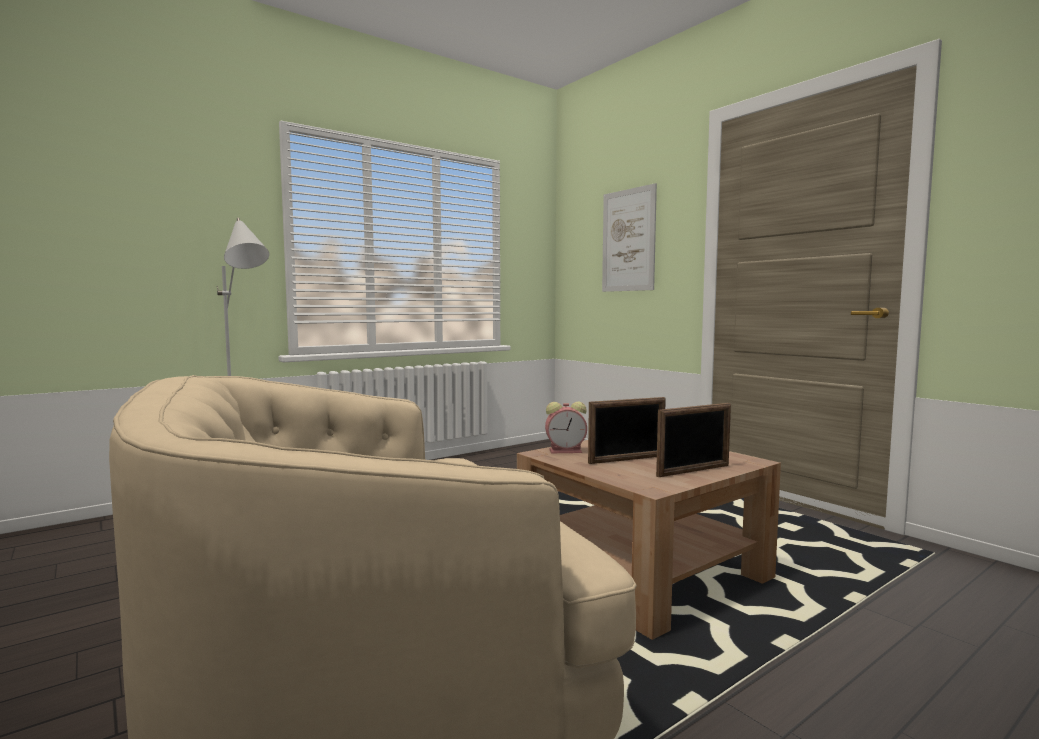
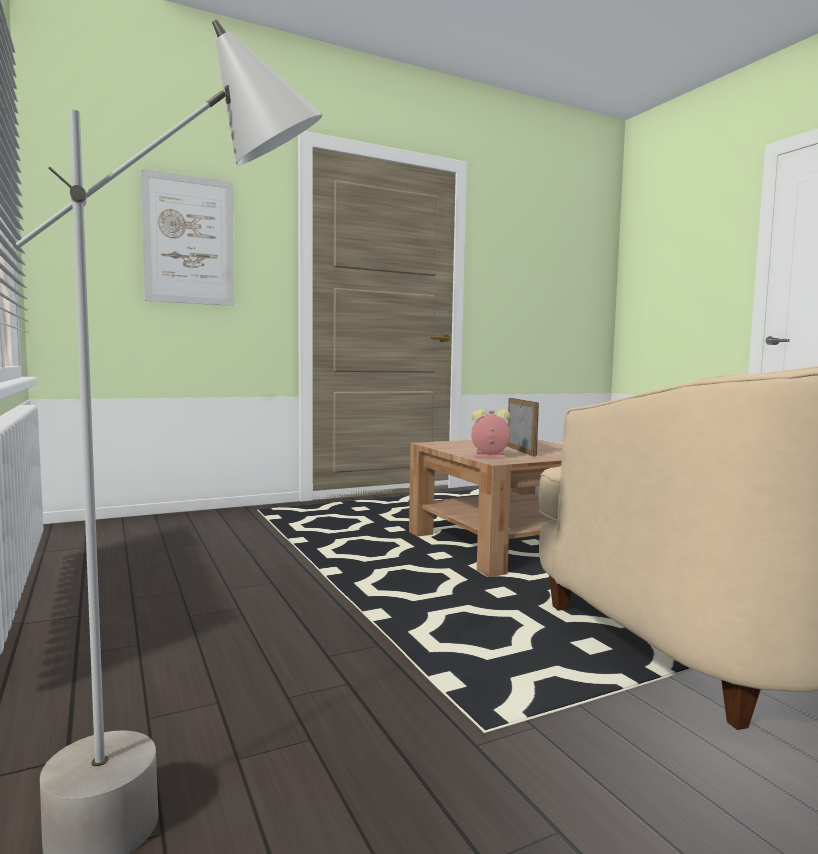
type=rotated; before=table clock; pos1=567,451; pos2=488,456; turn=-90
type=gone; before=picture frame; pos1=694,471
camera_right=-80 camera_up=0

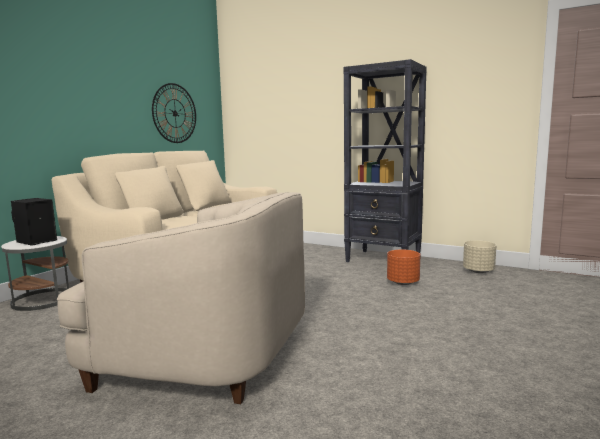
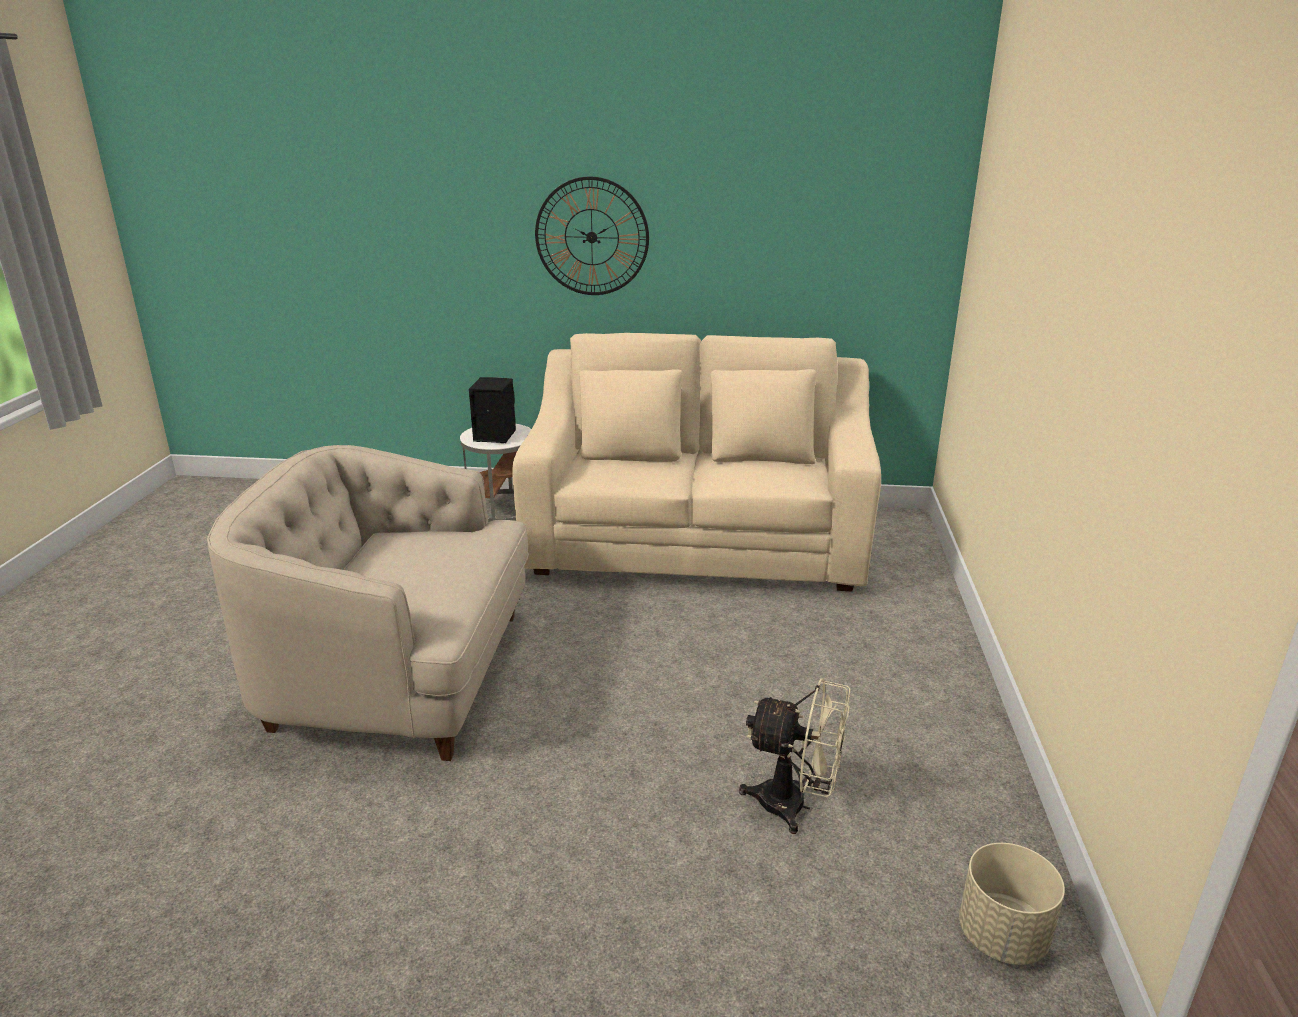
type=rotated; before=beige-coloured easy chair; pos1=207,351; pos2=399,676; turn=105
type=shifted; before=hanging clock; pos1=175,113; pos2=591,237
type=gone; before=black bookshelf; pos1=383,260
type=swapped; before=orange plant pot; after=beige-coloured cooling fan; pos1=402,282; pos2=795,805
camera_right=65 camera_up=15

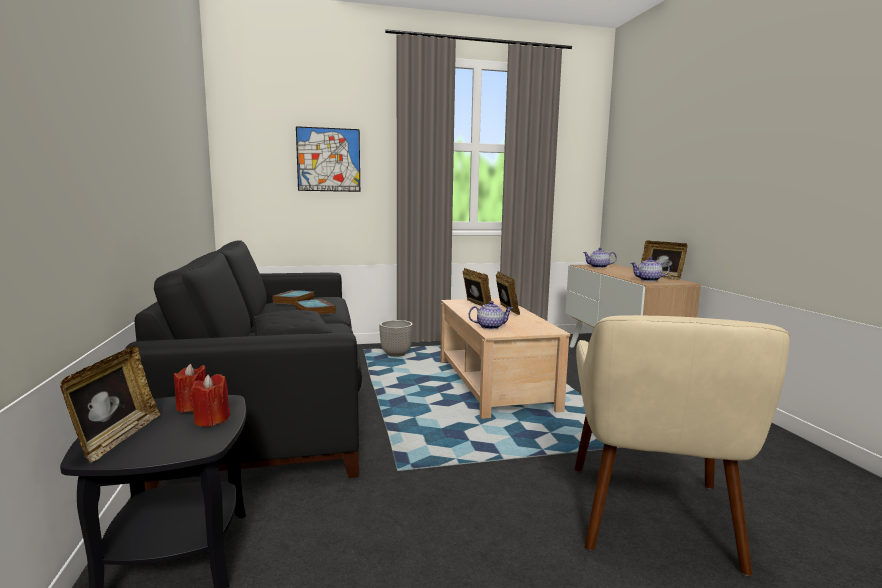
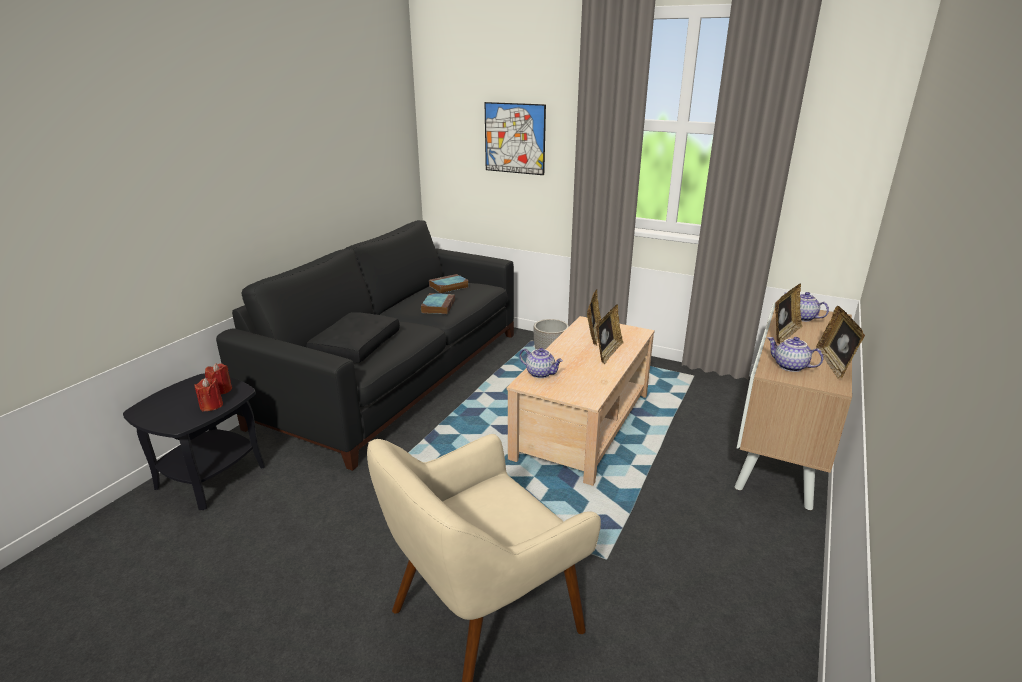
type=shifted; before=picture frame; pos1=116,438; pos2=783,335
camera_right=40 camera_up=15

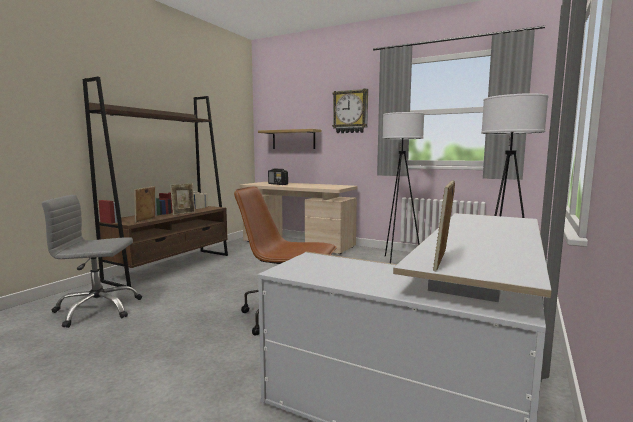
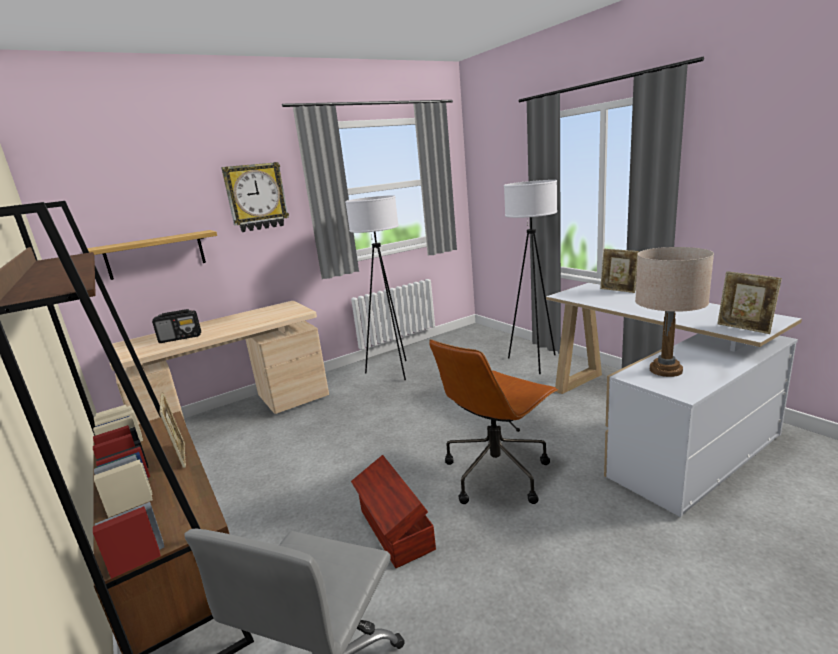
type=shifted; before=picture frame; pos1=146,220; pos2=618,290
type=new; after=brown-coloured storage box; pos2=395,530
type=new; after=beige-coloured tabletop lamp; pos2=665,370
camera_right=-60 camera_up=10

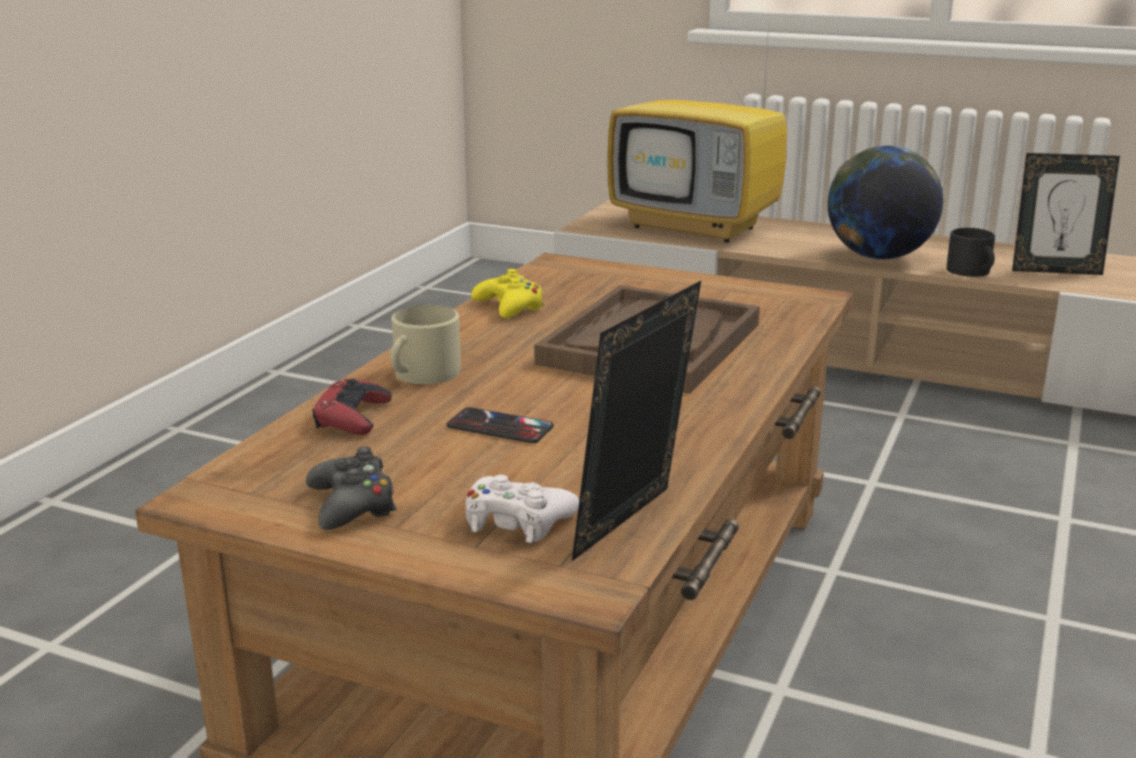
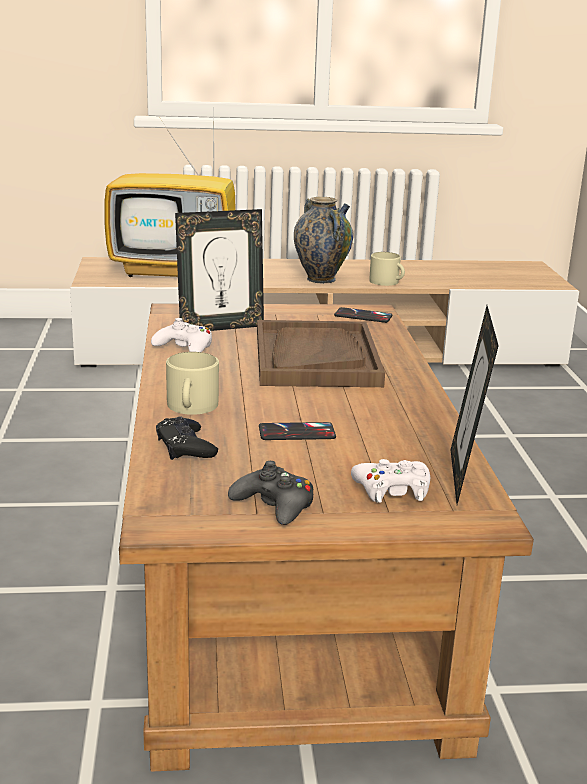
type=repainted; before=reddish gamepad; after=black gamepad; pos1=352,417; pos2=185,446
type=repainted; before=yellowish gamepad; after=white gamepad; pos1=509,307; pos2=184,347
type=swapped; before=world globe; after=vase; pos1=878,257; pos2=321,279
type=repainted; before=black coffee mug; after=beige-coloured coffee mug; pos1=972,272; pos2=387,282
type=shifted; before=picture frame; pos1=1055,270; pos2=220,327
type=new; after=handset; pos2=363,316
camera_right=-30 camera_up=0

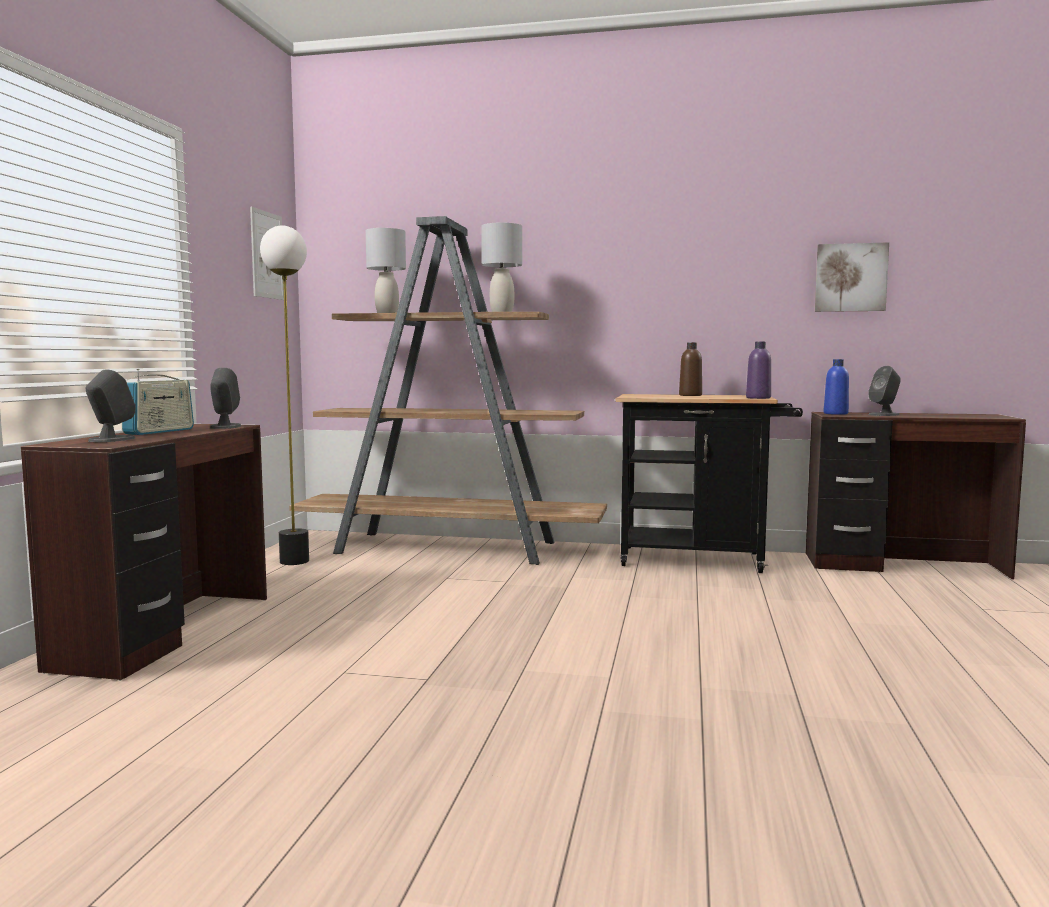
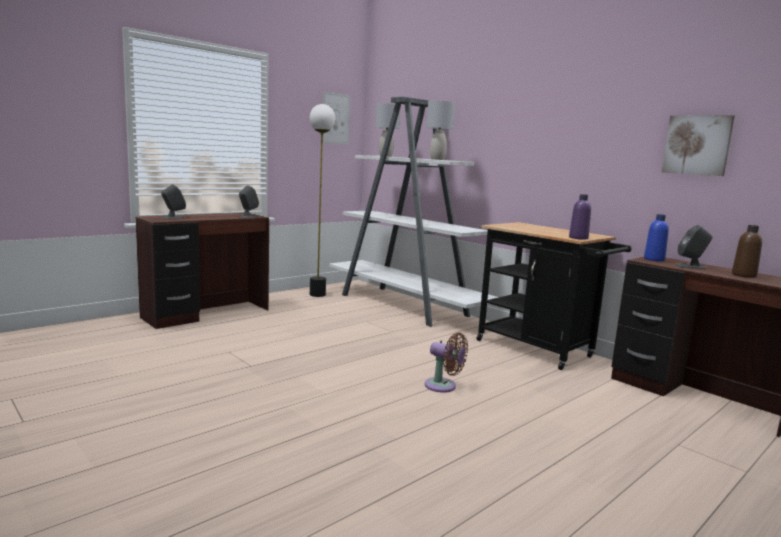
type=gone; before=radio receiver; pos1=159,431
type=repainted; before=brown-coloured bookshelf; after=white bookshelf; pos1=450,548; pos2=405,306
type=shifted; before=brown-coloured beverage bottle; pos1=690,395; pos2=743,275
type=new; after=brown-coloured cooling fan; pos2=443,386
camera_right=35 camera_up=5

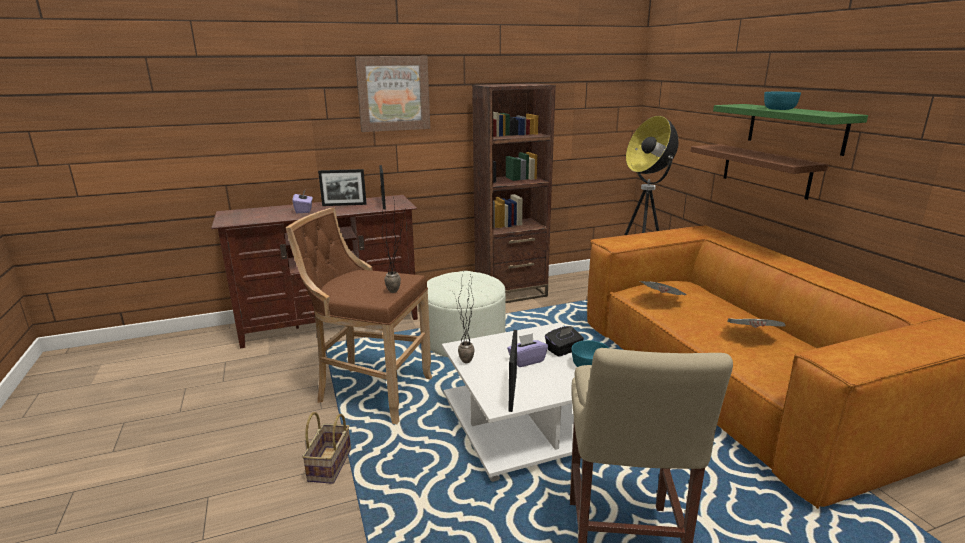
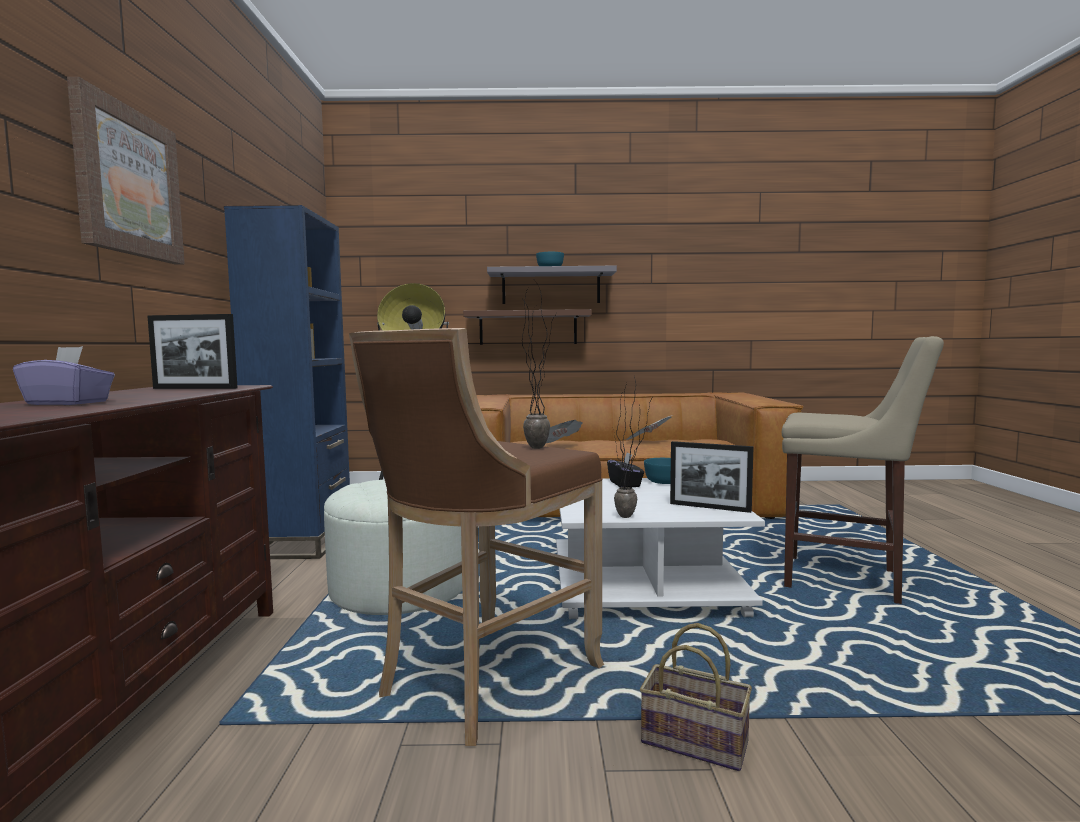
type=gone; before=picture frame; pos1=344,205
type=repainted; before=brown-coloured bookshelf; after=blue-coloured bookshelf; pos1=510,293; pos2=303,542
type=gone; before=purple box of tissues; pos1=527,360
type=repainted; before=greenish bracket shelf; after=greyish bracket shelf; pos1=795,128; pos2=551,287
camera_right=-70 camera_up=-15

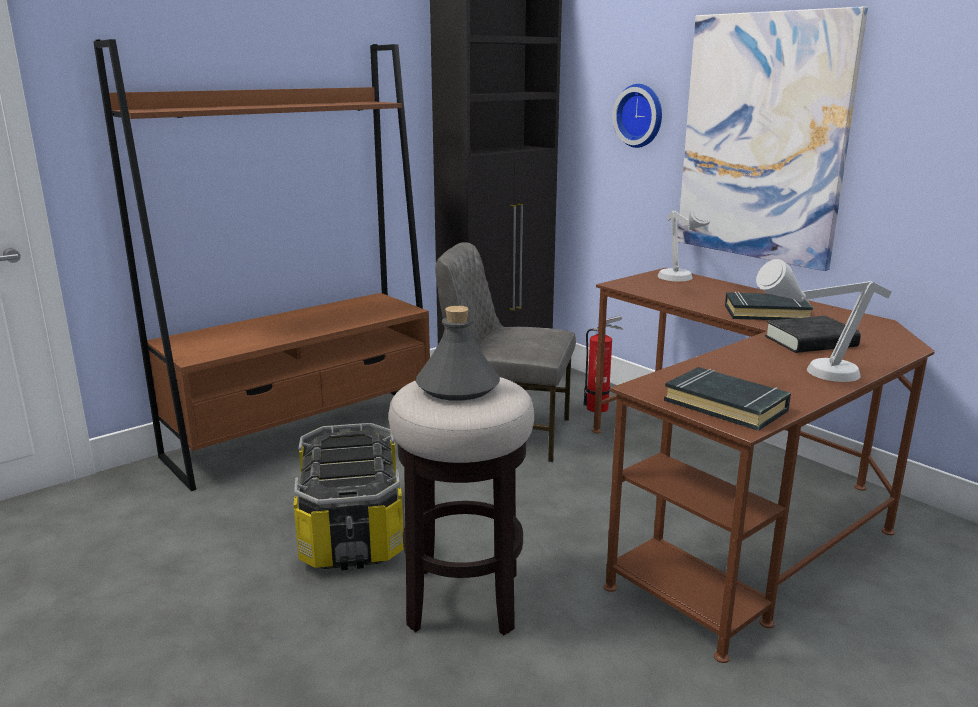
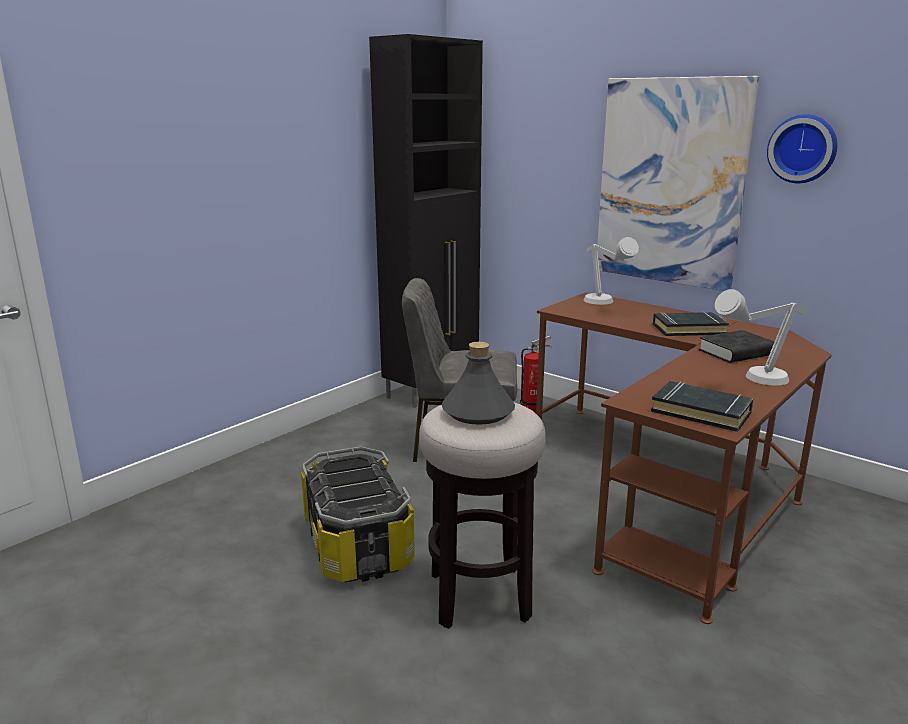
type=gone; before=brown-coloured bookshelf; pos1=304,433
type=shifted; before=hanging clock; pos1=641,115; pos2=803,149
camera_right=-10 camera_up=0

